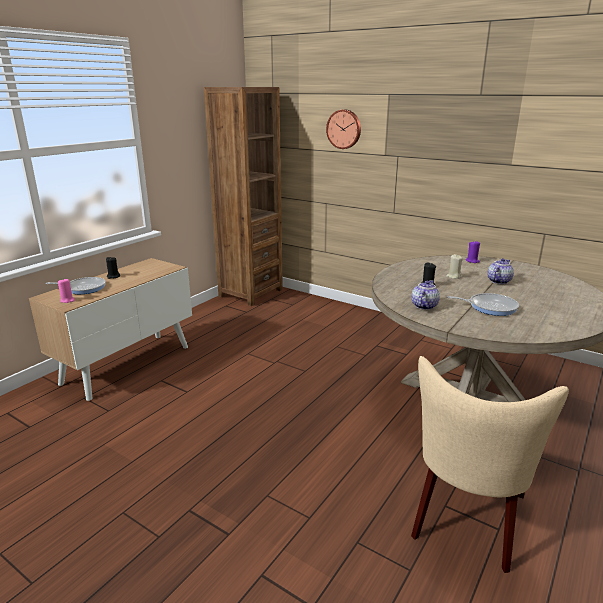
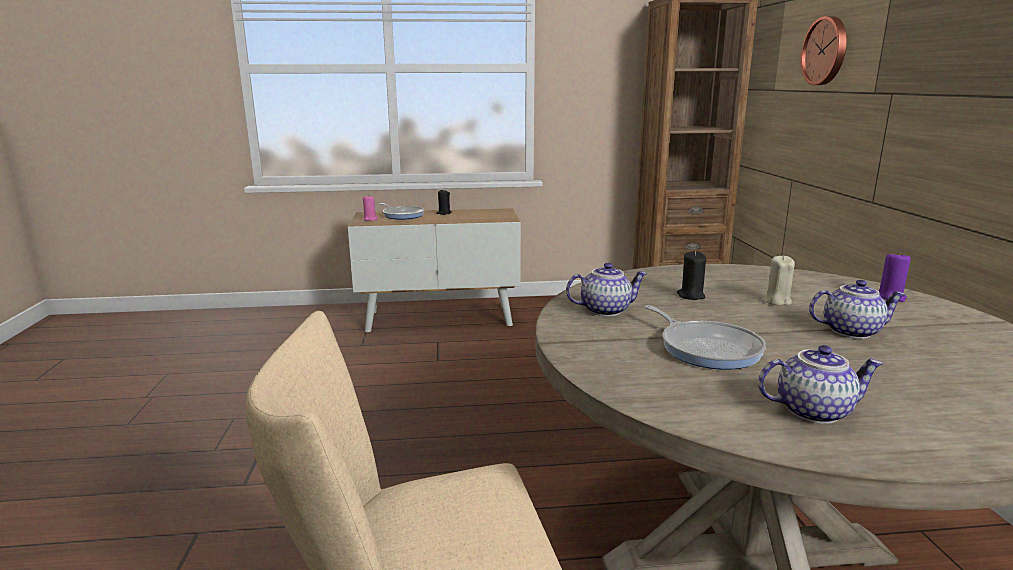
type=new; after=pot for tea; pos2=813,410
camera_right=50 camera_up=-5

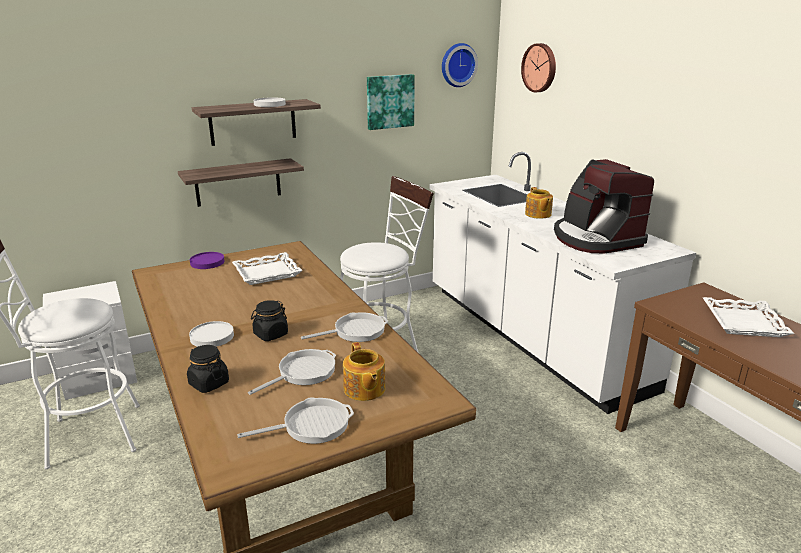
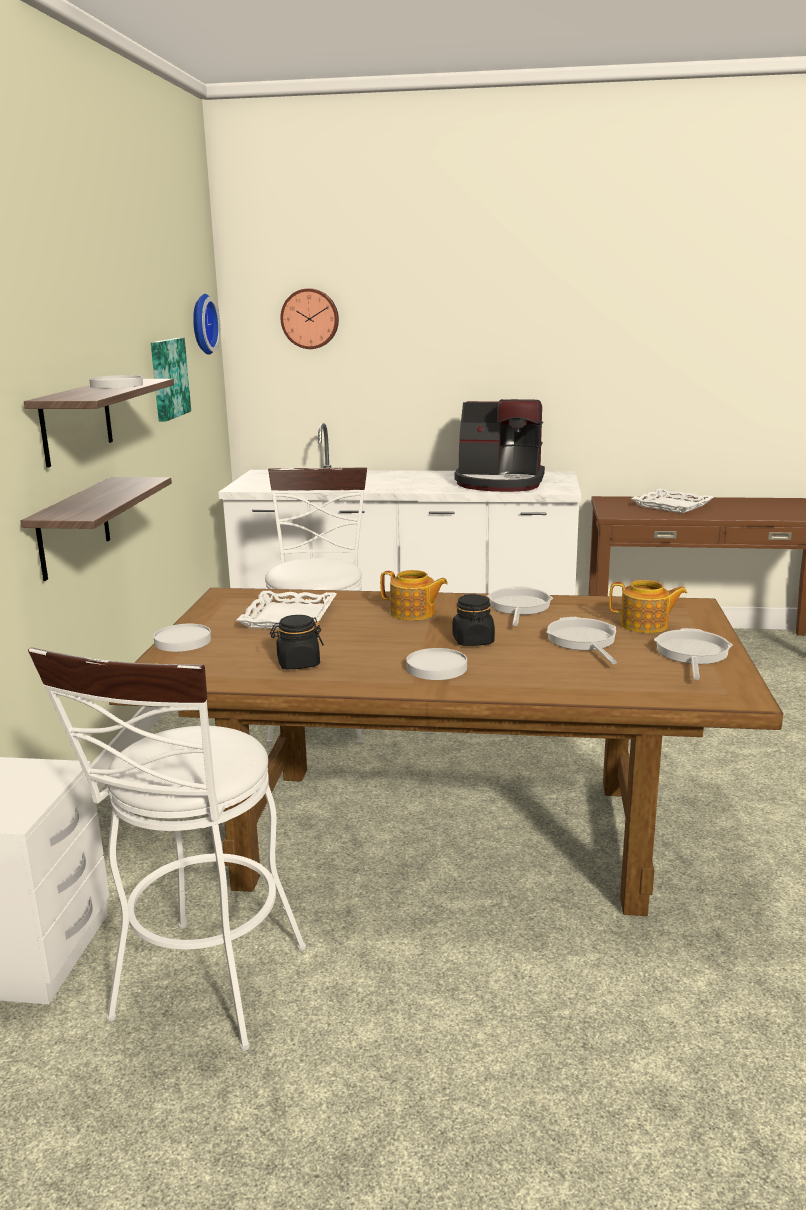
type=shifted; before=black jar; pos1=208,383; pos2=298,663
type=repainted; before=purple plate; after=white plate; pos1=207,262; pos2=183,641
type=shifted; before=pot for tea; pos1=538,214; pos2=413,613
camera_right=-55 camera_up=-5

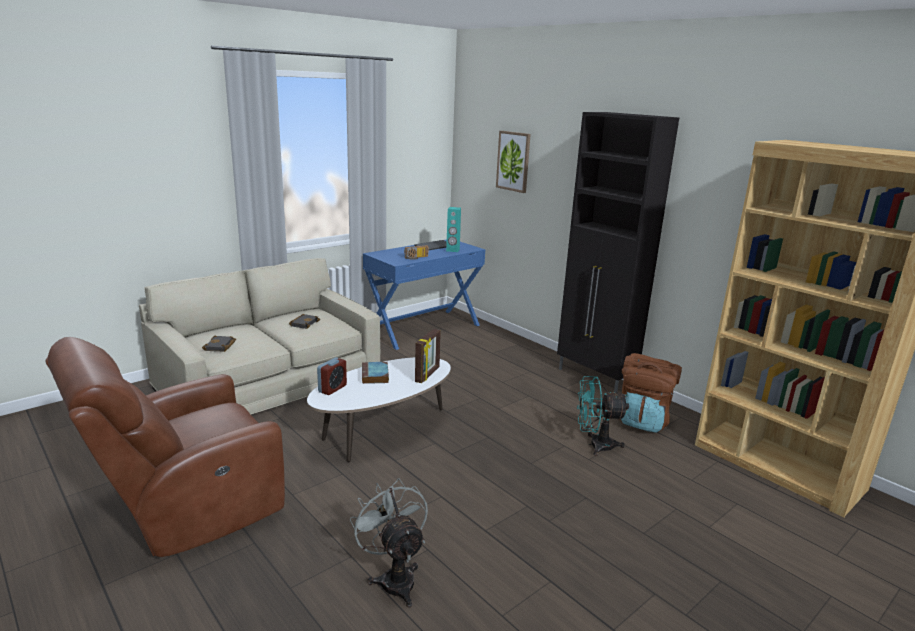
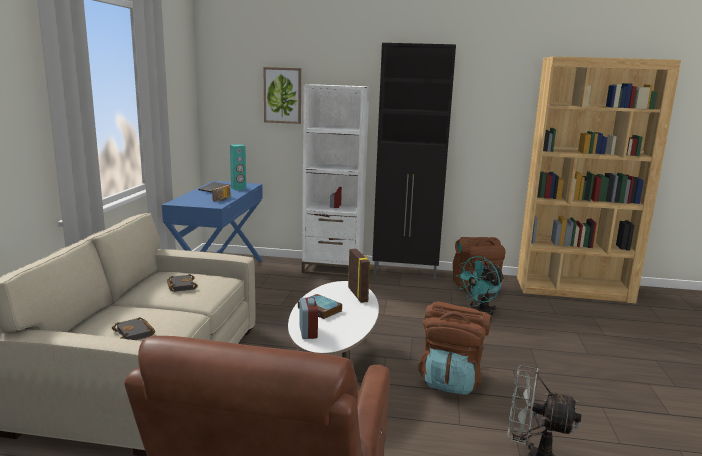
type=new; after=white bookshelf; pos2=333,268
type=new; after=brown-coloured knapsack; pos2=451,380
camera_right=-40 camera_up=-5

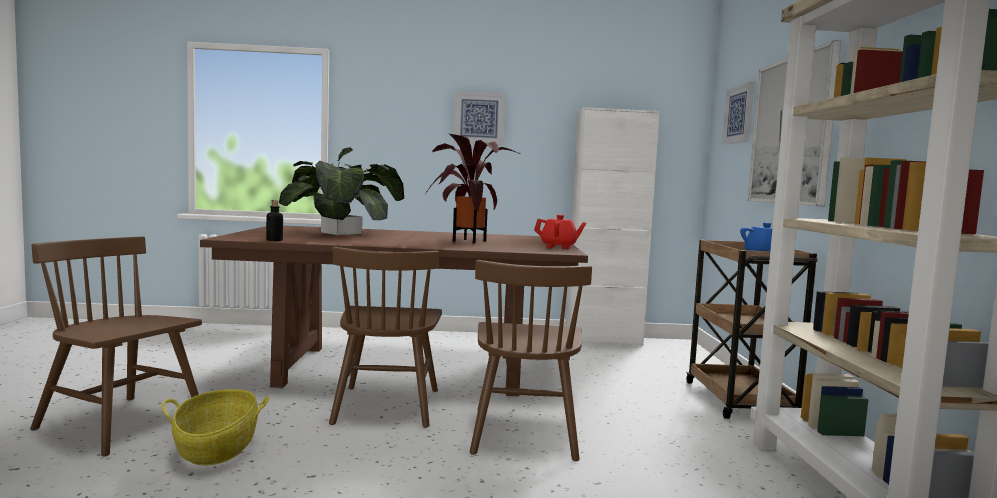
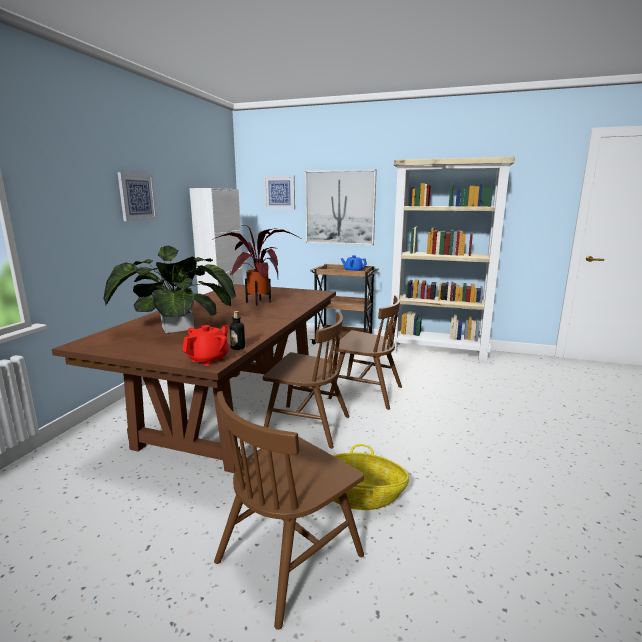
type=shifted; before=reddish pot for tea; pos1=558,247; pos2=208,359
camera_right=-70 camera_up=10

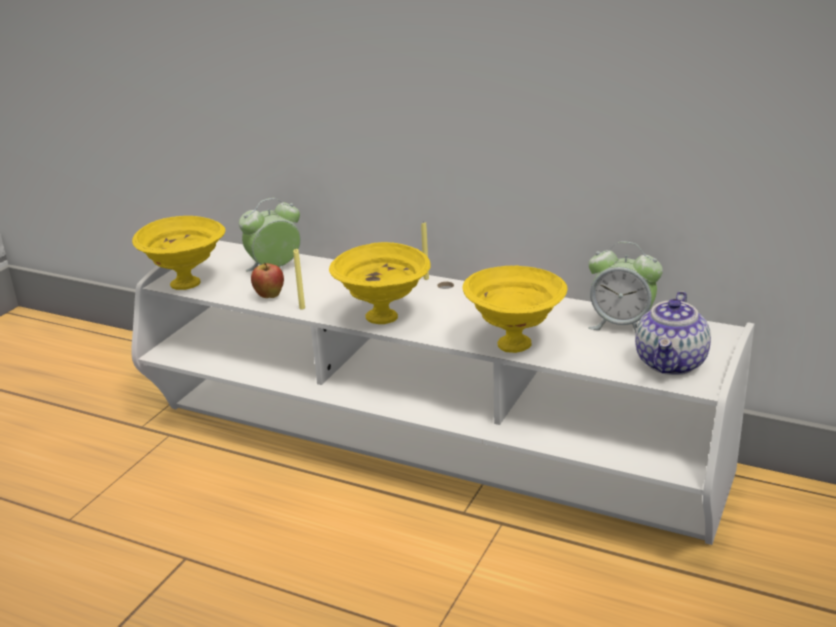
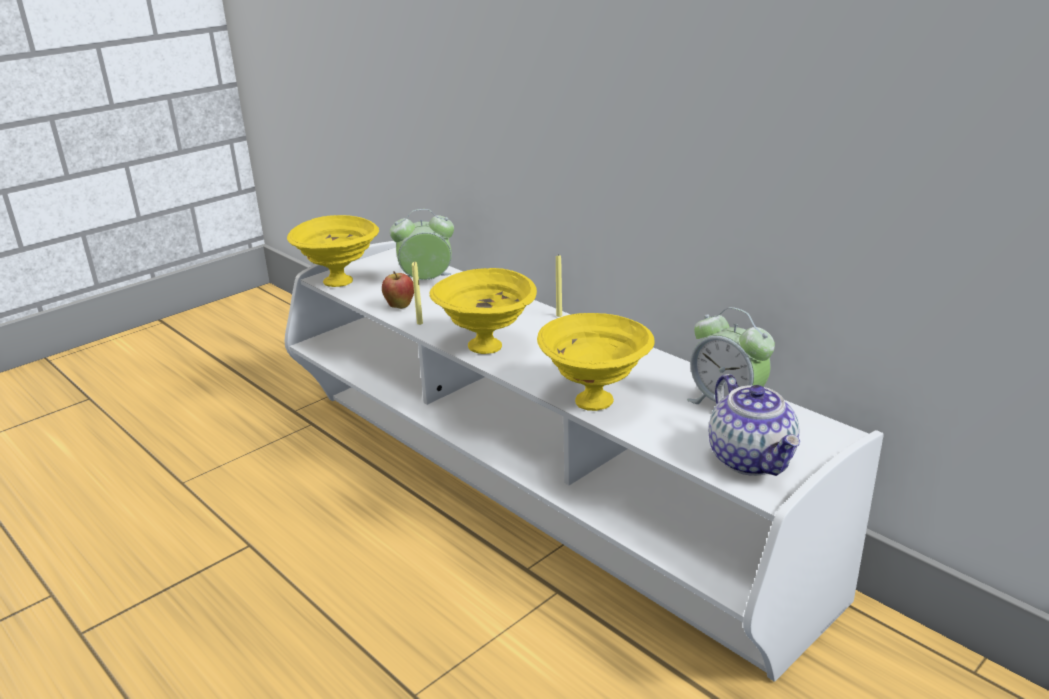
type=rotated; before=pot for tea; pos1=671,363; pos2=752,459; turn=-60
camera_right=20 camera_up=0

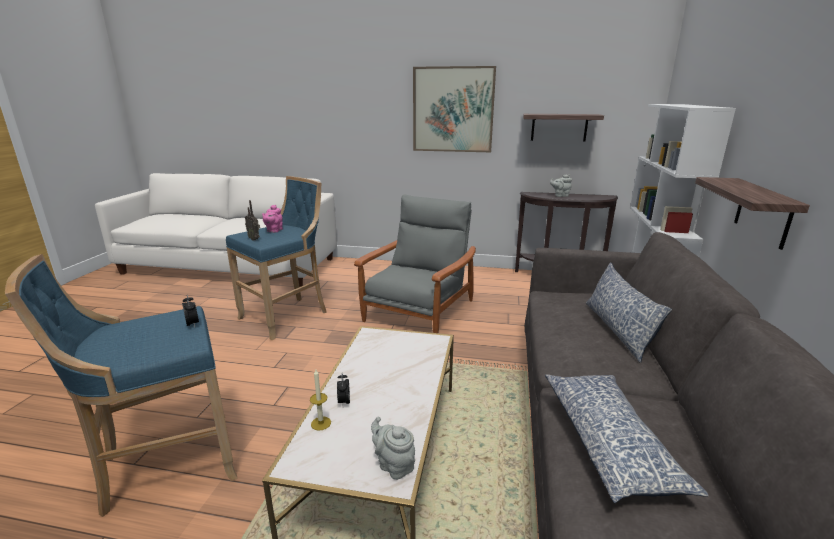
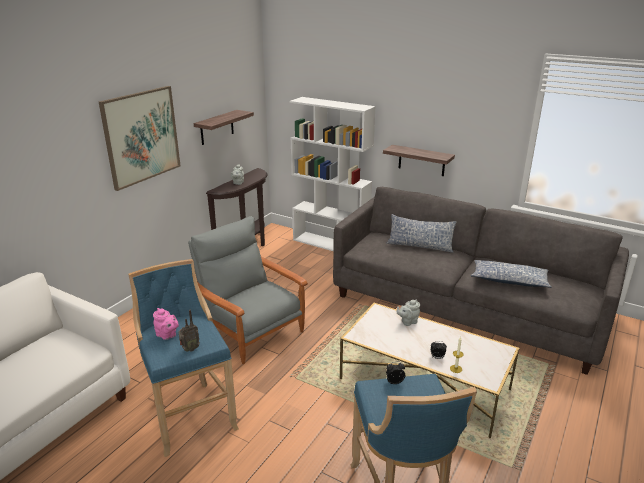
type=shifted; before=greyish pot for tea; pos1=394,465; pos2=408,322
camera_right=-70 camera_up=5

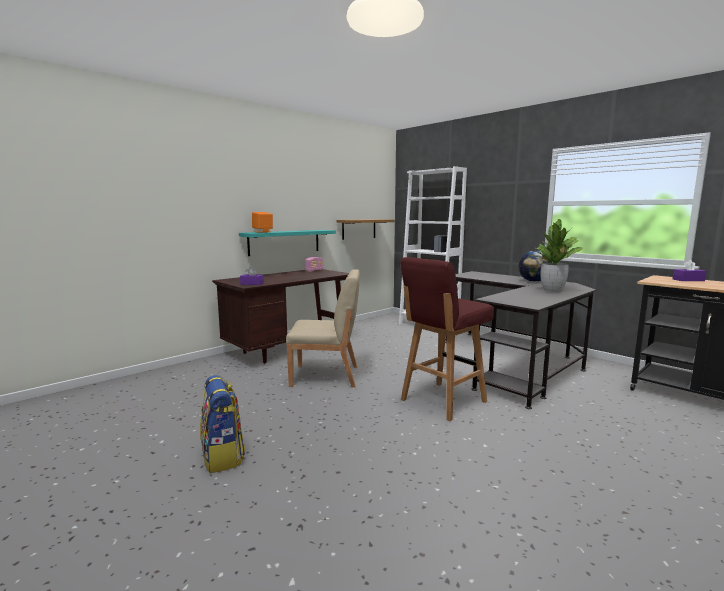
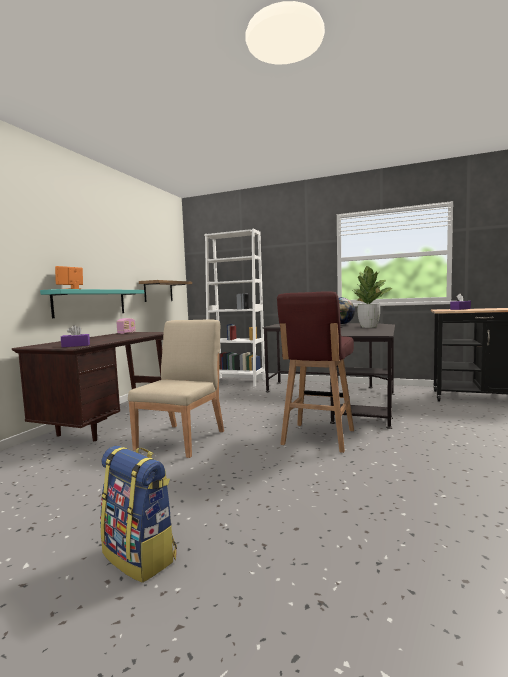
type=rotated; before=beige-coloured upright chair; pos1=326,376; pos2=182,439; turn=-45
camera_right=-25 camera_up=-5

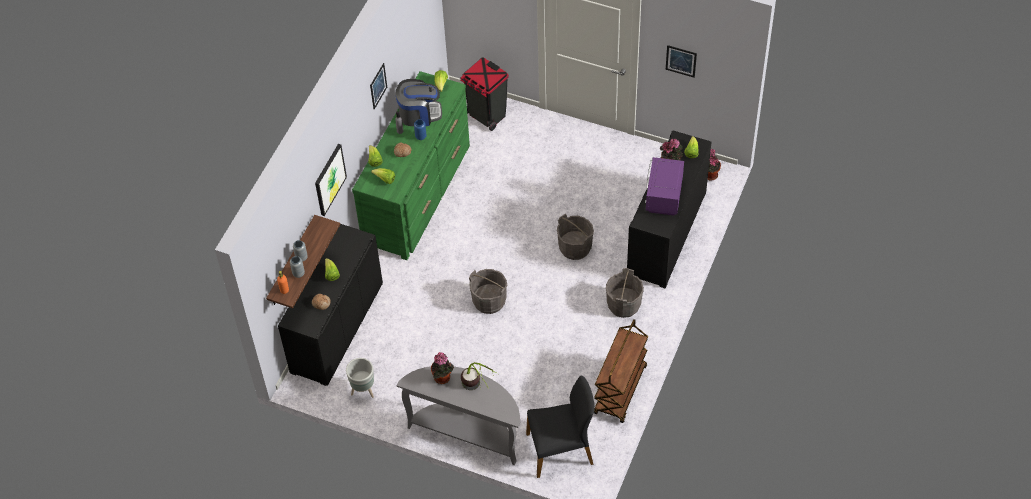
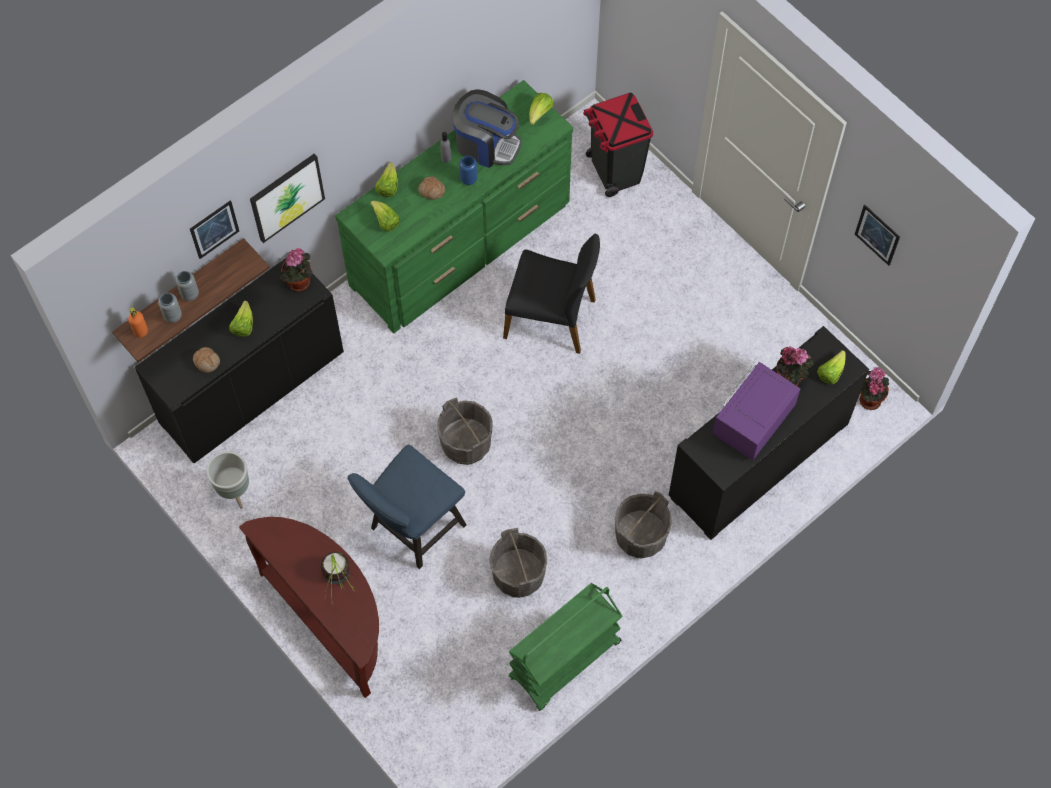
type=shifted; before=wall picture; pos1=378,86; pos2=214,229
type=repainted; before=greyish console table; after=brown-coloured console table; pos1=467,432; pos2=331,619
type=shifted; before=plant in a pot; pos1=443,378; pos2=299,284
type=shifted; before=black upright chair; pos1=560,449; pos2=551,317
type=shifted; before=greyish bucket; pos1=575,247; pos2=518,575
type=repainted; before=brown-coloured cart; after=greenish cart; pos1=620,390; pos2=564,661
type=new; after=blue-coloured upright chair; pos2=412,530
camera_right=25 camera_up=10

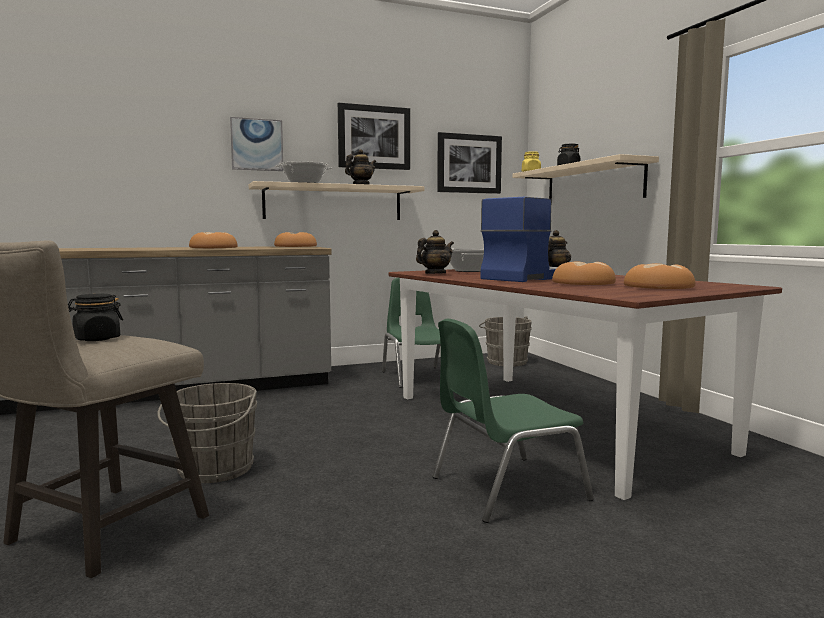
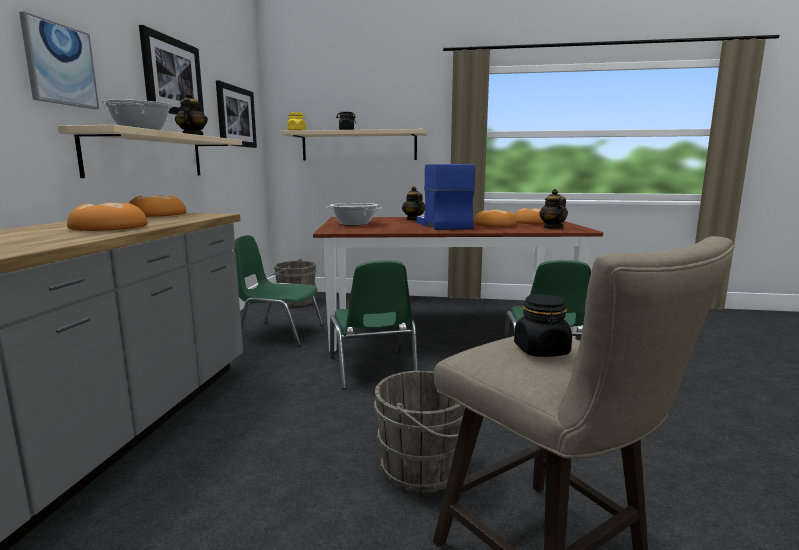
type=shifted; before=pot for tea; pos1=435,274; pos2=552,228
type=new; after=greenish upright chair; pos2=373,369
camera_right=-60 camera_up=5

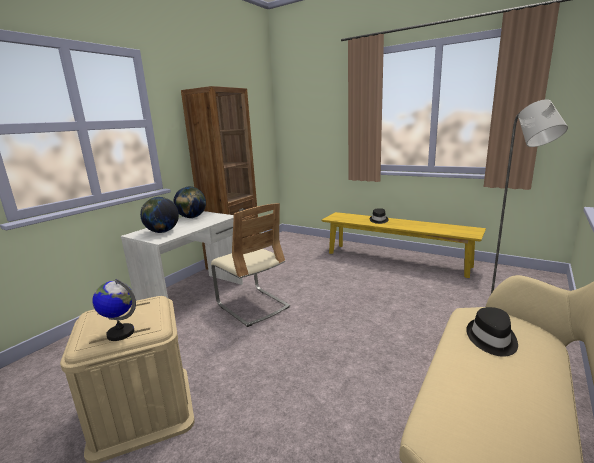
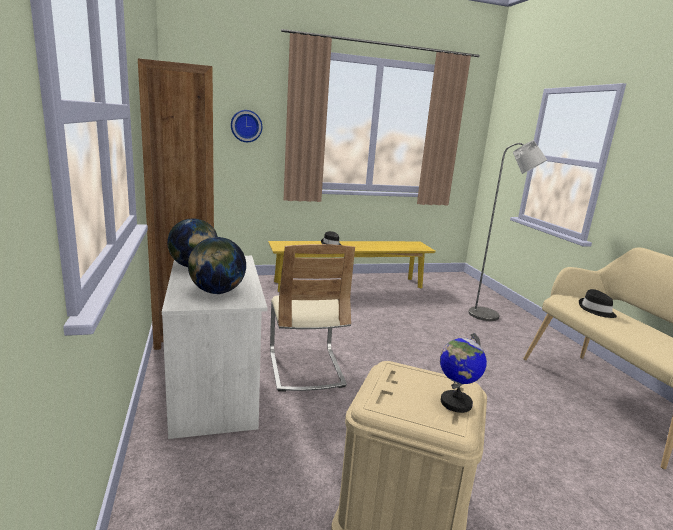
type=rotated; before=beige-coloured upright chair; pos1=252,306; pos2=305,368; turn=75
type=new; after=hanging clock; pos2=246,126
camera_right=-50 camera_up=0

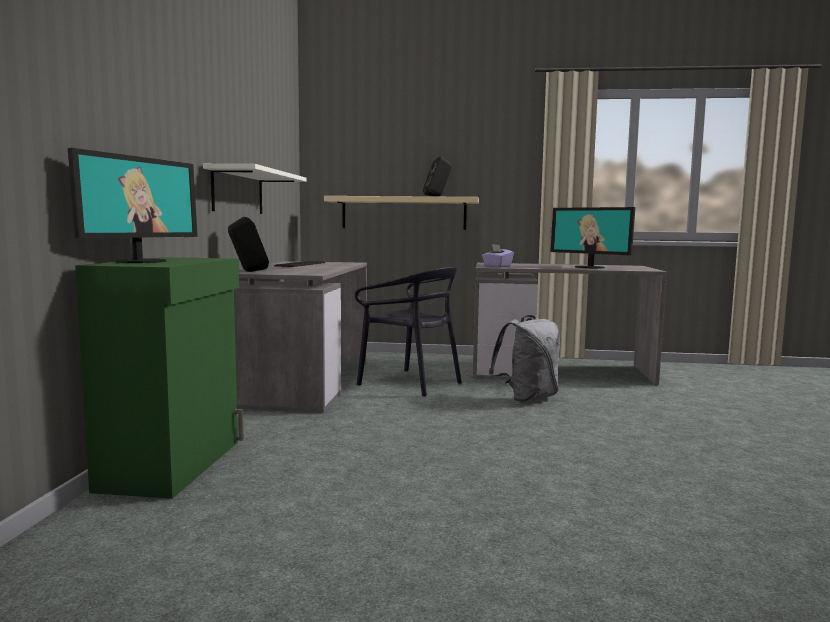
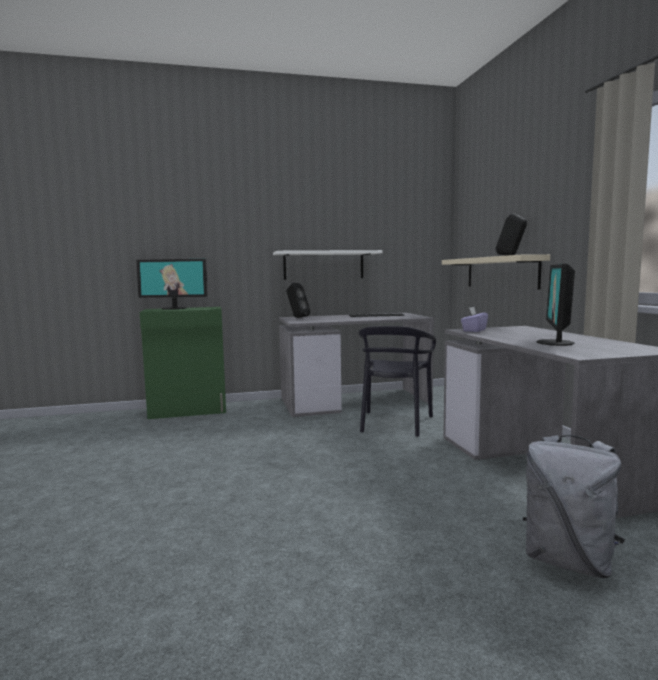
type=shifted; before=greyish knapsack; pos1=527,398; pos2=569,561
camera_right=70 camera_up=0

